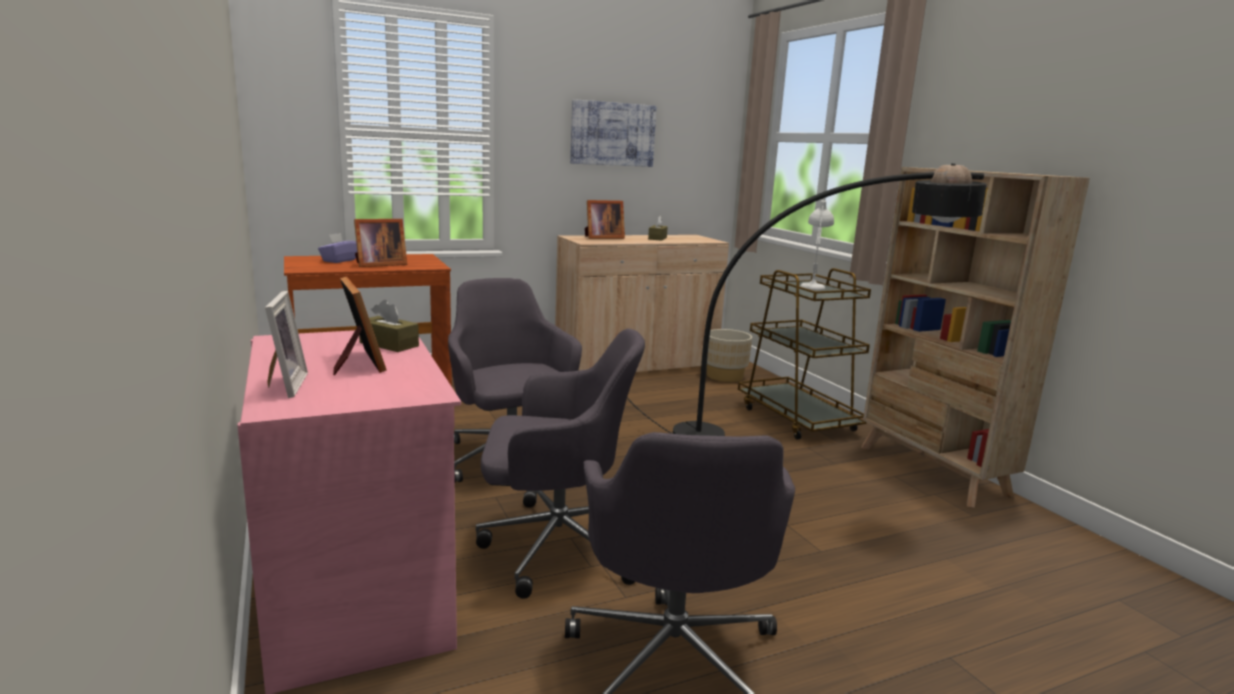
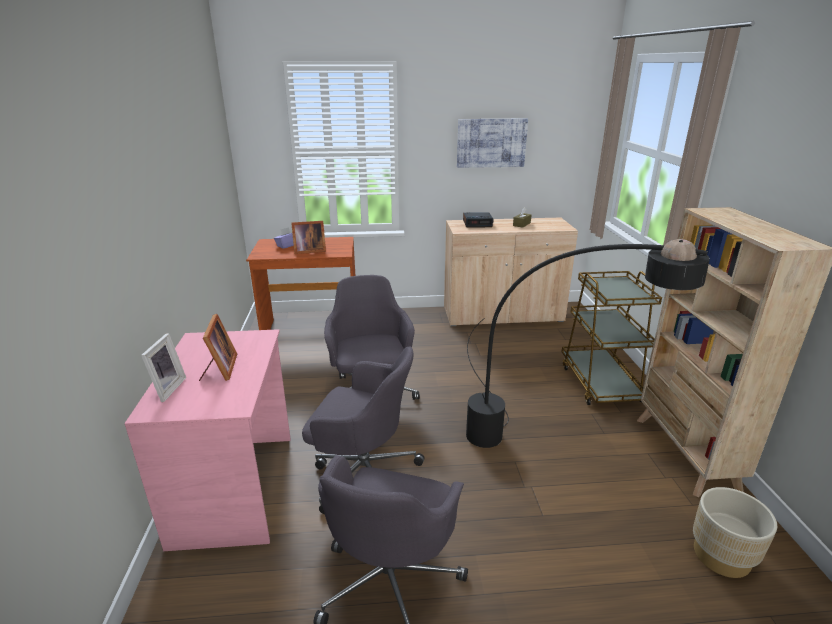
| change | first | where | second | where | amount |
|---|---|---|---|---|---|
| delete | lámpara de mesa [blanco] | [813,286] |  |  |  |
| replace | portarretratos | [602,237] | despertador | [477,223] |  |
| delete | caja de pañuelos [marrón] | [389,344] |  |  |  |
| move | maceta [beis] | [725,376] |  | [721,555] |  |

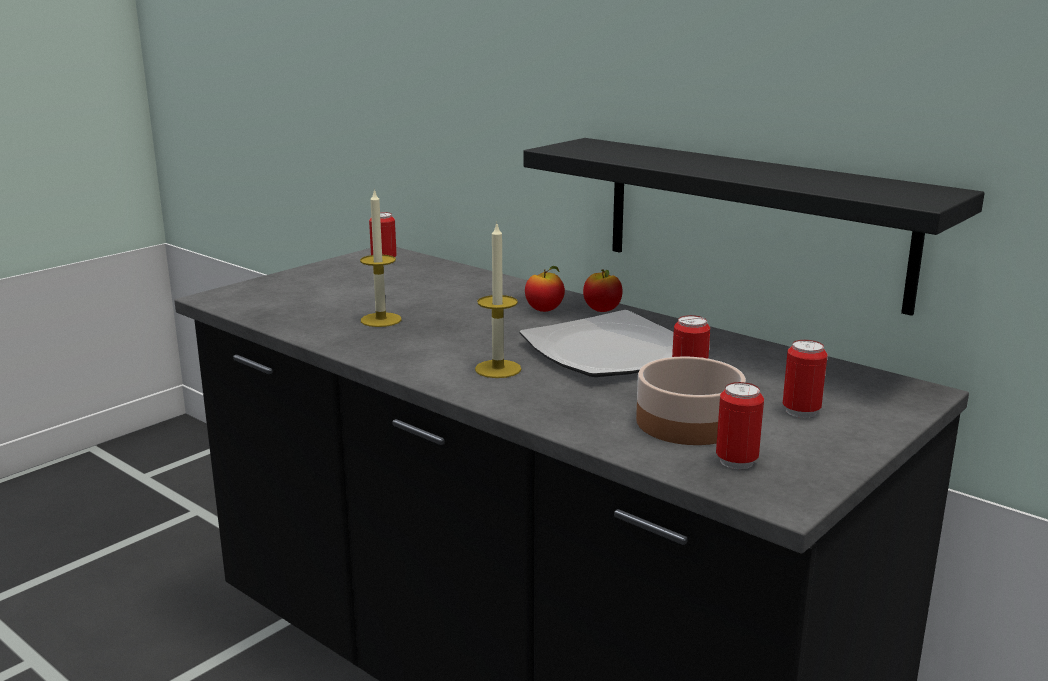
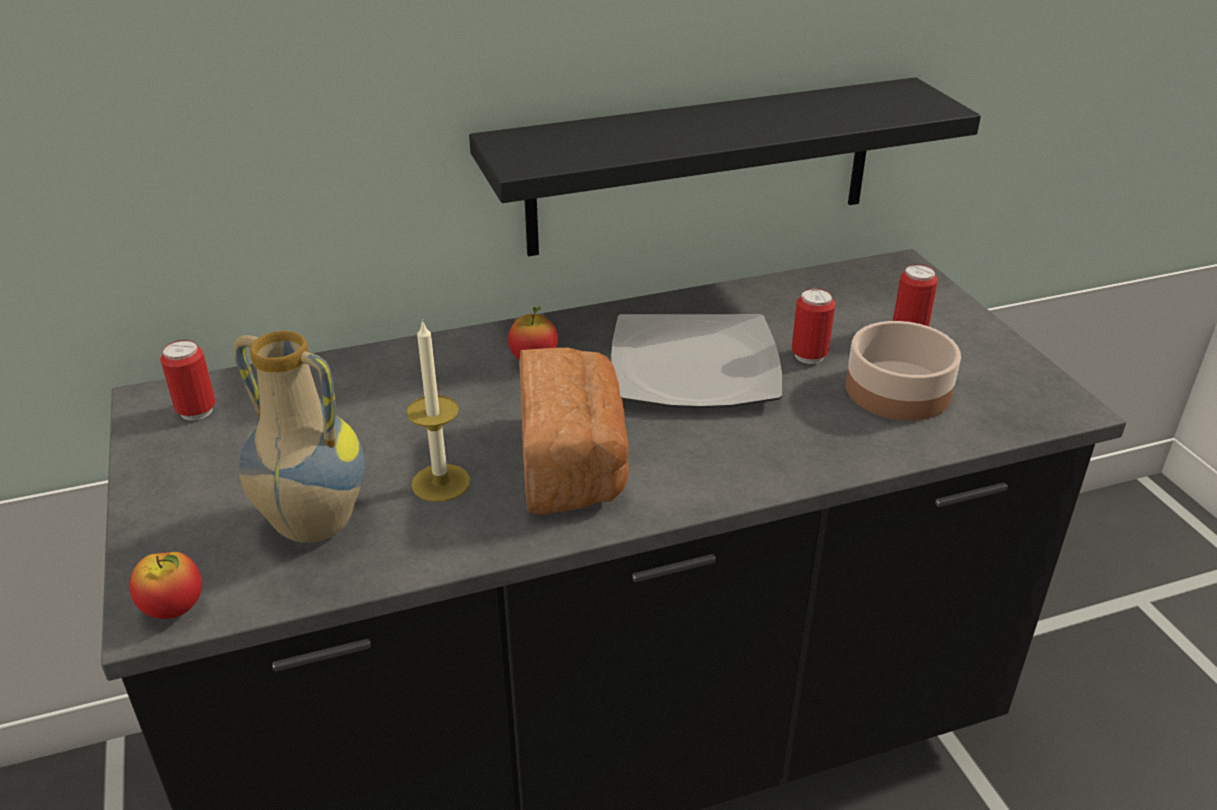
| change | first | where | second | where | amount |
|---|---|---|---|---|---|
| delete | vela | [498,369] |  |  |  |
| move | manzana | [602,311] |  | [174,609] |  |
| delete | lata | [736,461] |  |  |  |
| insert |  |  | florero | [312,526] |  |
| insert |  |  | pan | [573,462] |  |

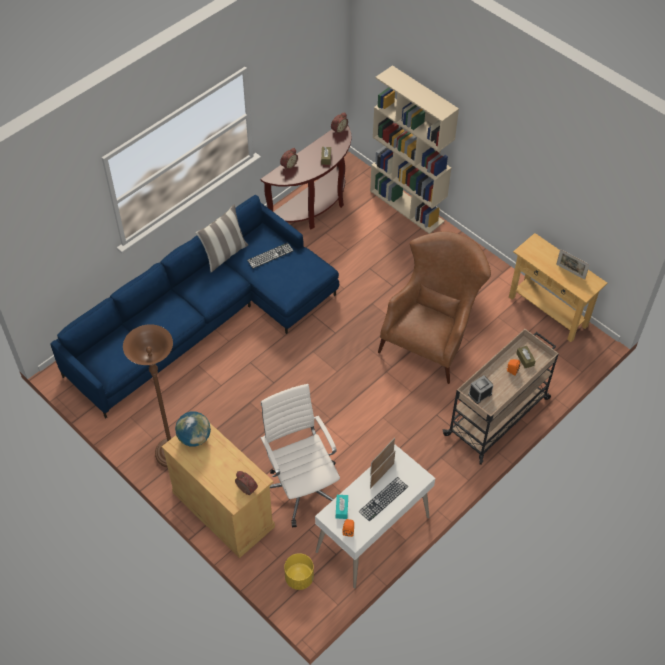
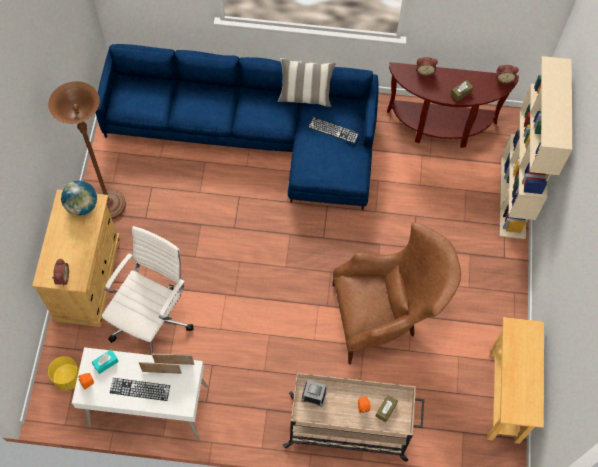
| change | first | where | second | where | amount |
|---|---|---|---|---|---|
| delete | portarretratos | [570,272] |  |  |  |

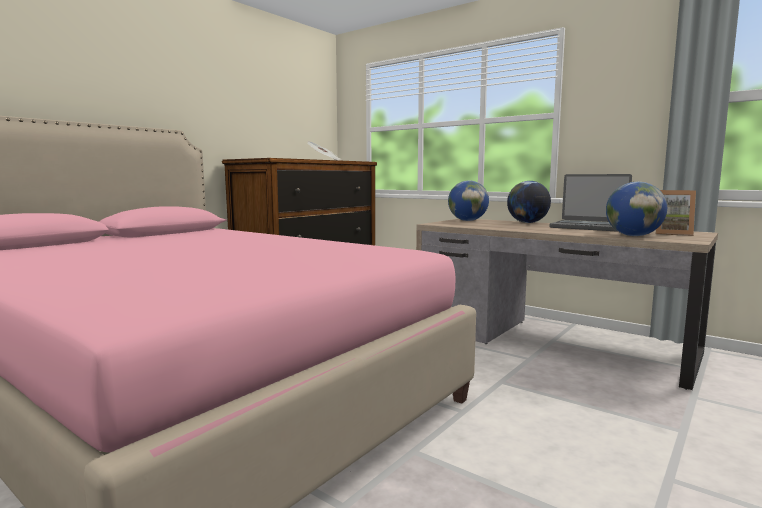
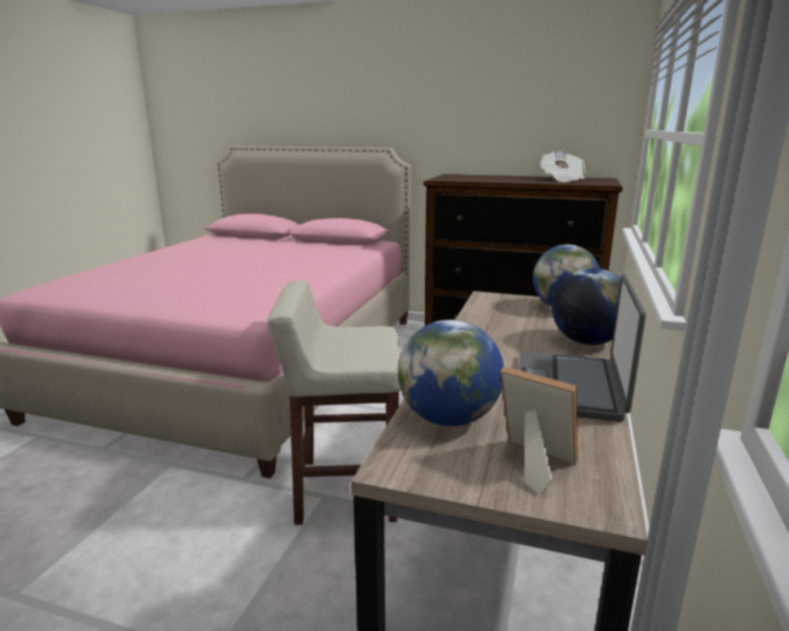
| change | first | where | second | where | amount |
|---|---|---|---|---|---|
| rotate | portarretratos | [672,233] |  | [532,464] | 120 degrees clockwise |
| insert |  |  | taburete [beis] | [345,489] |  |

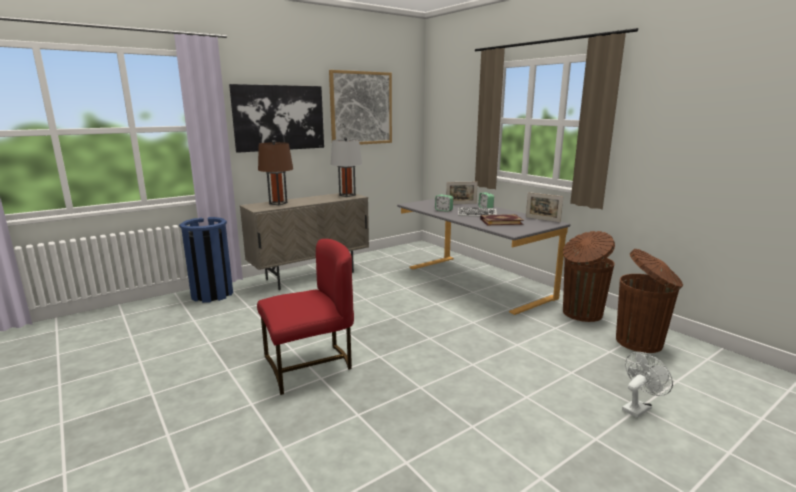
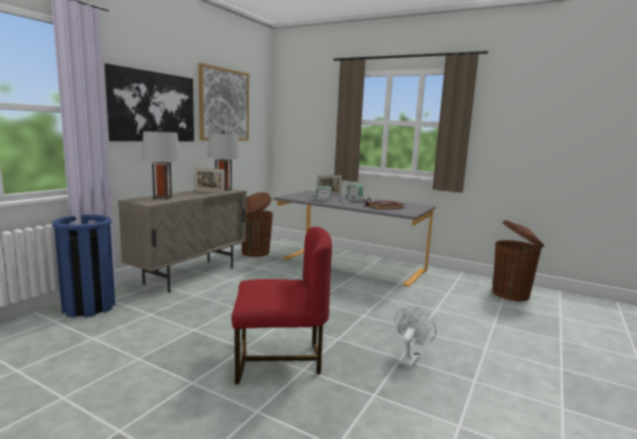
| change | first | where | second | where | amount |
|---|---|---|---|---|---|
| recolor | lámpara de mesa [marrón] | [278,203] | lámpara de mesa [gris] | [162,197] |  |
| move | portarretratos | [542,219] |  | [209,192] |  |
| move | papelera [marrón] | [581,313] |  | [254,253] |  |
| rotate | silla [rojo] | [309,365] |  | [279,360] | 45 degrees clockwise |
| move | ventilador [blanco] | [638,407] |  | [409,358] |  |

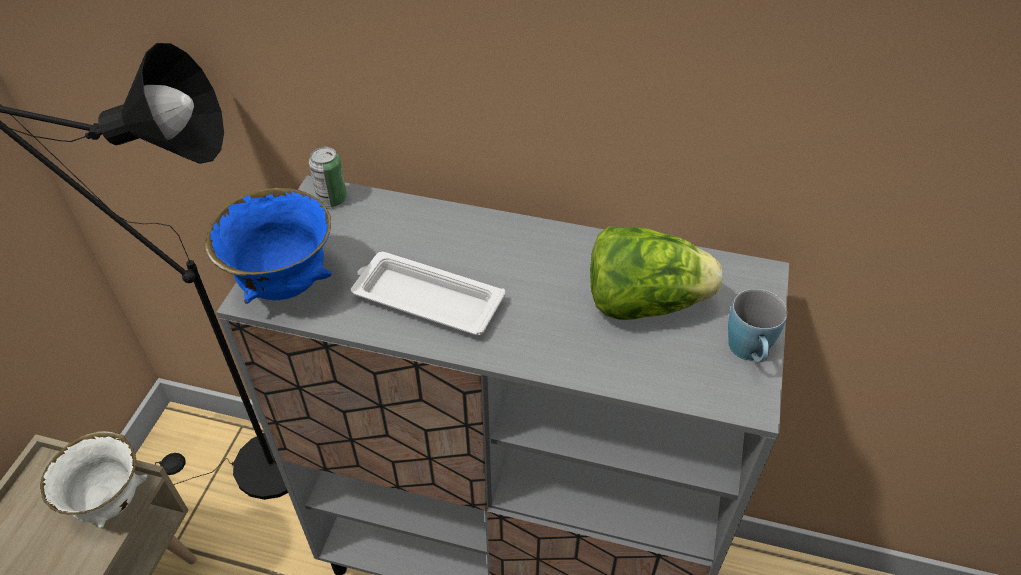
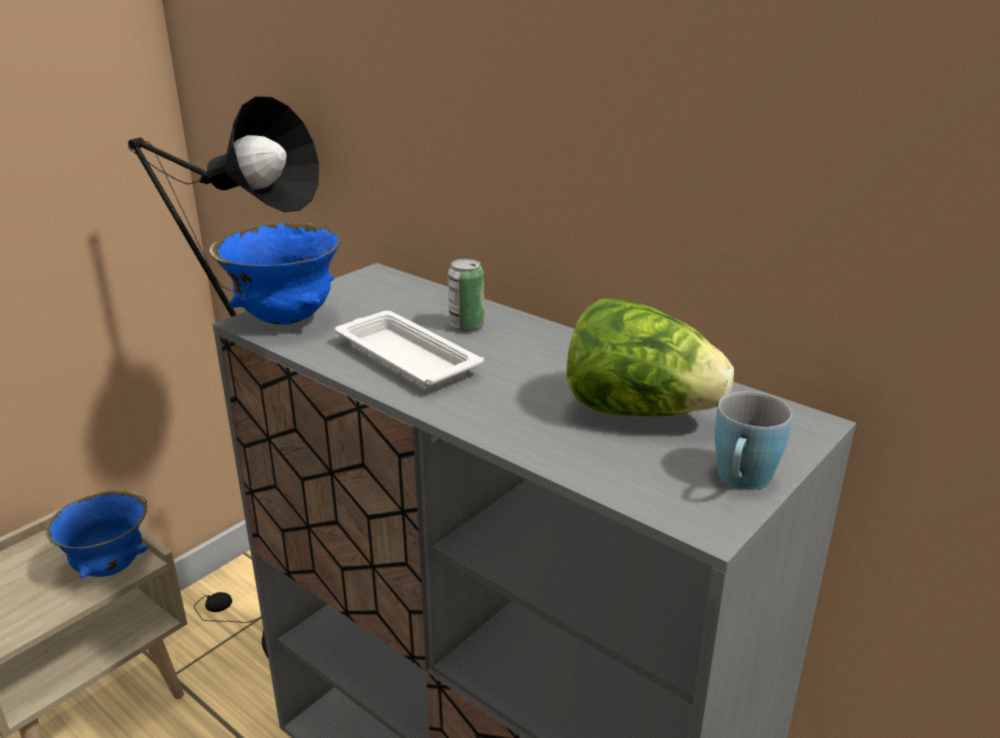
| change | first | where | second | where | amount |
|---|---|---|---|---|---|
| move | lata | [332,199] |  | [466,326] |  |
| recolor | cuenco [blanco] | [111,502] | cuenco [azul] | [111,568] |  |

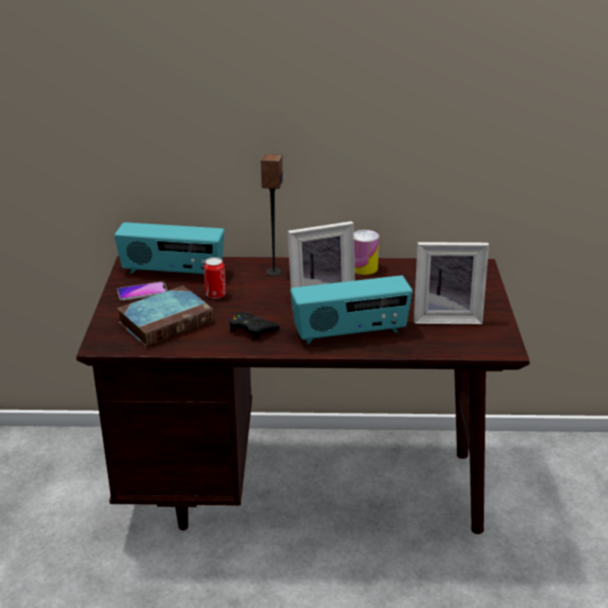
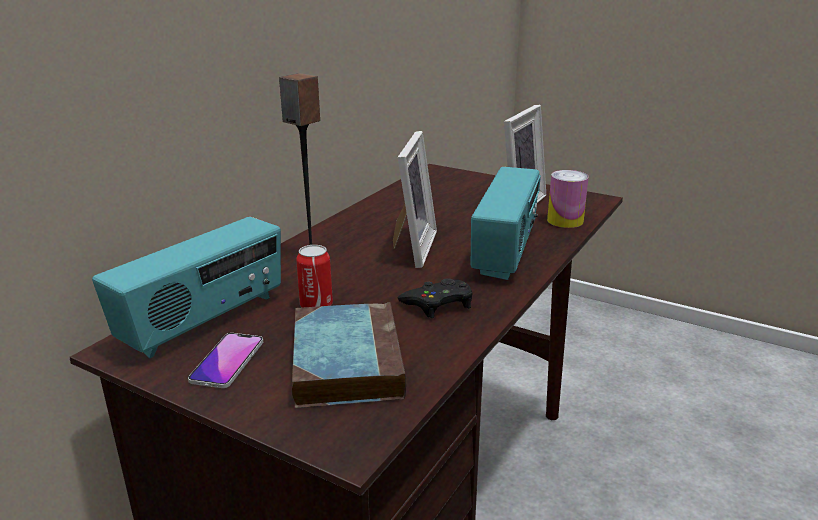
| change | first | where | second | where | amount |
|---|---|---|---|---|---|
| move | lata | [364,268] |  | [565,220] |  |

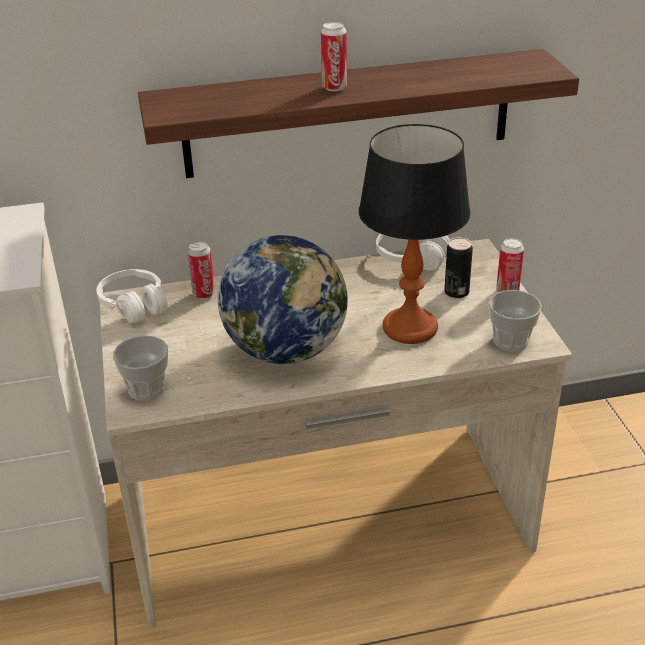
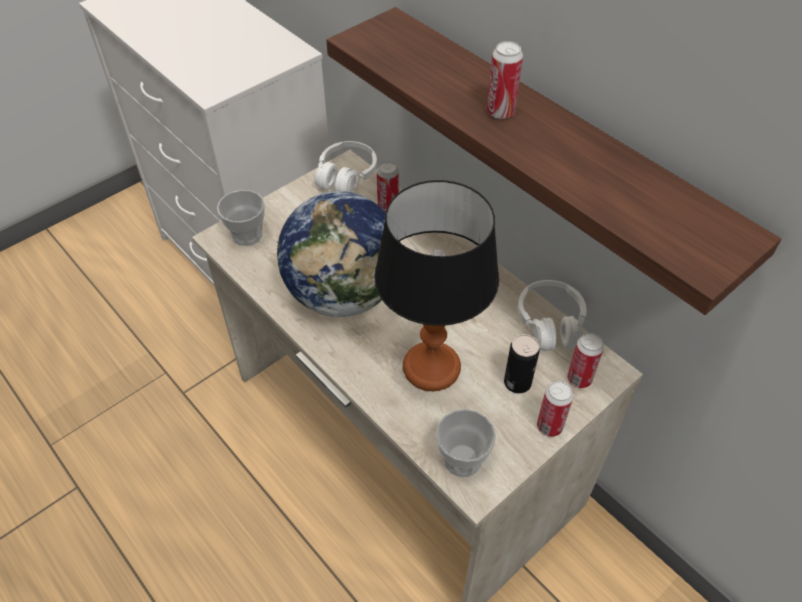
| change | first | where | second | where | amount |
|---|---|---|---|---|---|
| insert |  |  | lata | [579,379] |  |

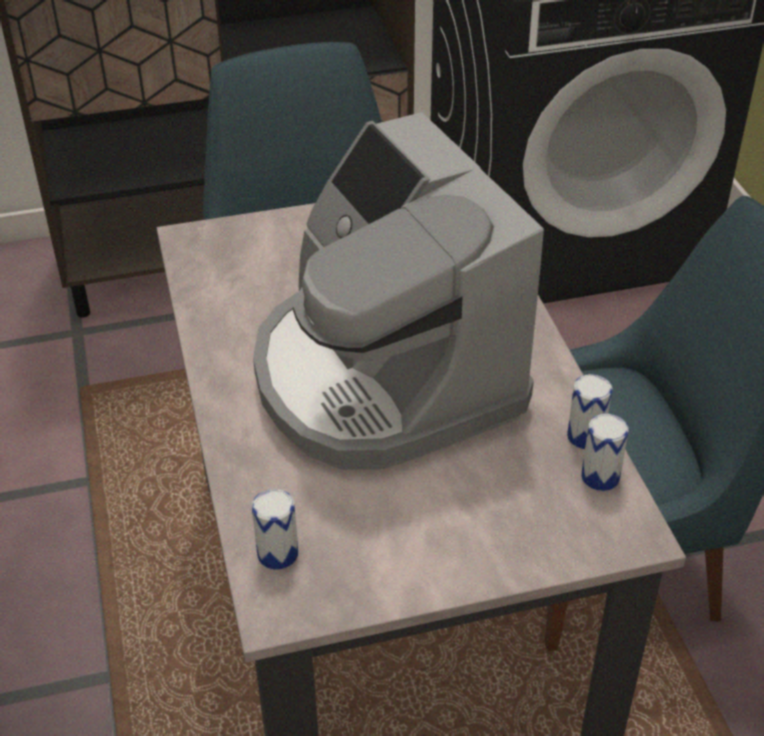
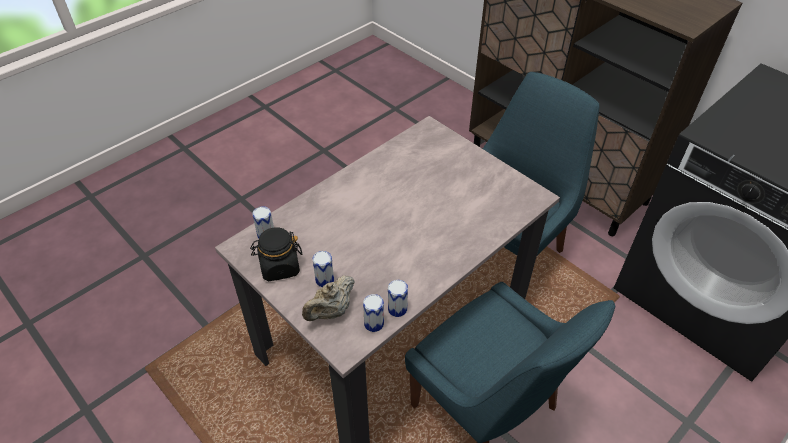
| change | first | where | second | where | amount |
|---|---|---|---|---|---|
| delete | cafetera | [383,378] |  |  |  |
| insert |  |  | tarro [negro] | [279,267] |  |
| insert |  |  | lata | [324,280] |  |
| insert |  |  | tetera [beis] | [331,311] |  |

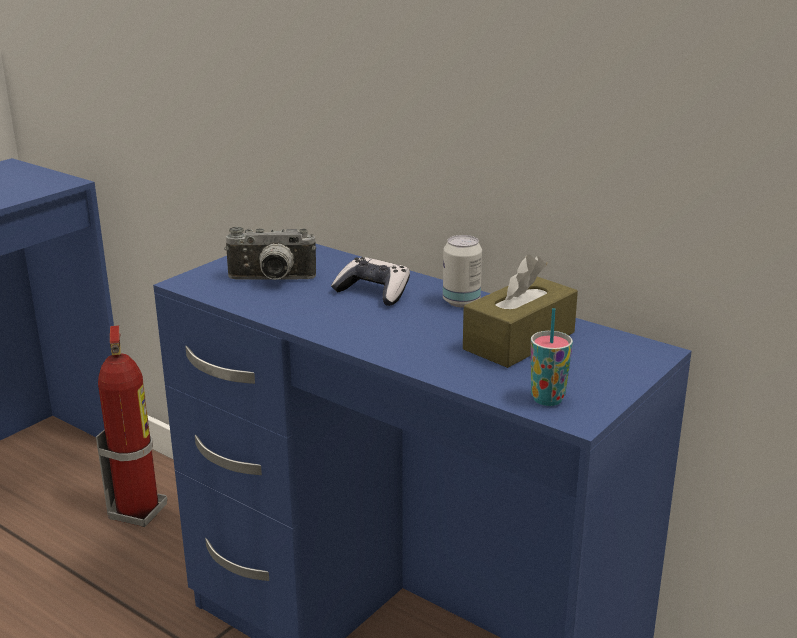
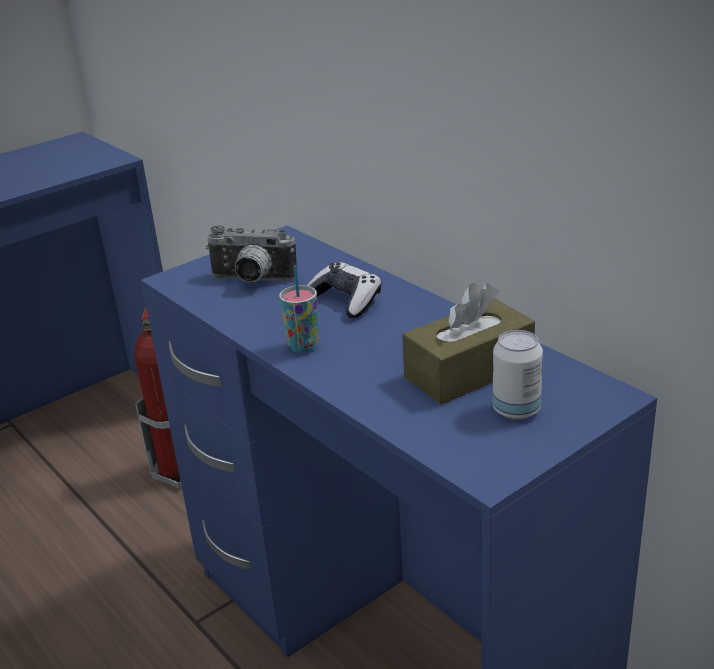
| change | first | where | second | where | amount |
|---|---|---|---|---|---|
| move | lata | [461,302] |  | [516,410] |  |
| move | taza | [547,399] |  | [303,347] |  |

